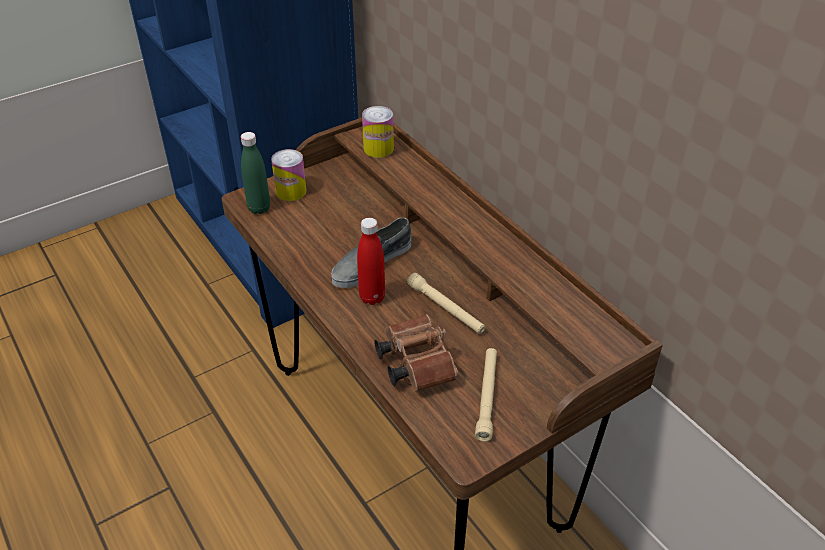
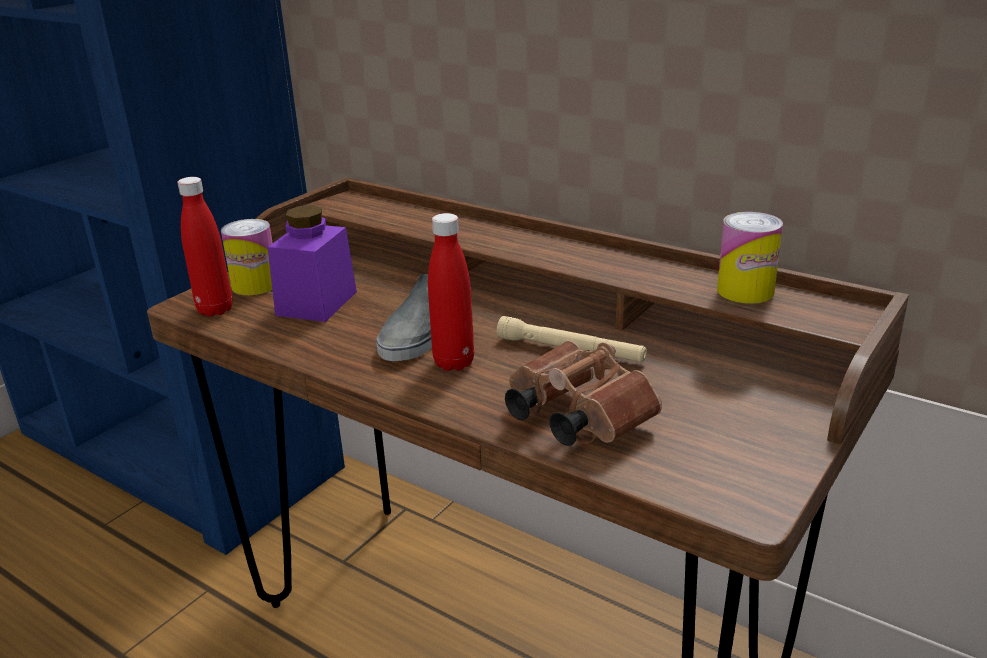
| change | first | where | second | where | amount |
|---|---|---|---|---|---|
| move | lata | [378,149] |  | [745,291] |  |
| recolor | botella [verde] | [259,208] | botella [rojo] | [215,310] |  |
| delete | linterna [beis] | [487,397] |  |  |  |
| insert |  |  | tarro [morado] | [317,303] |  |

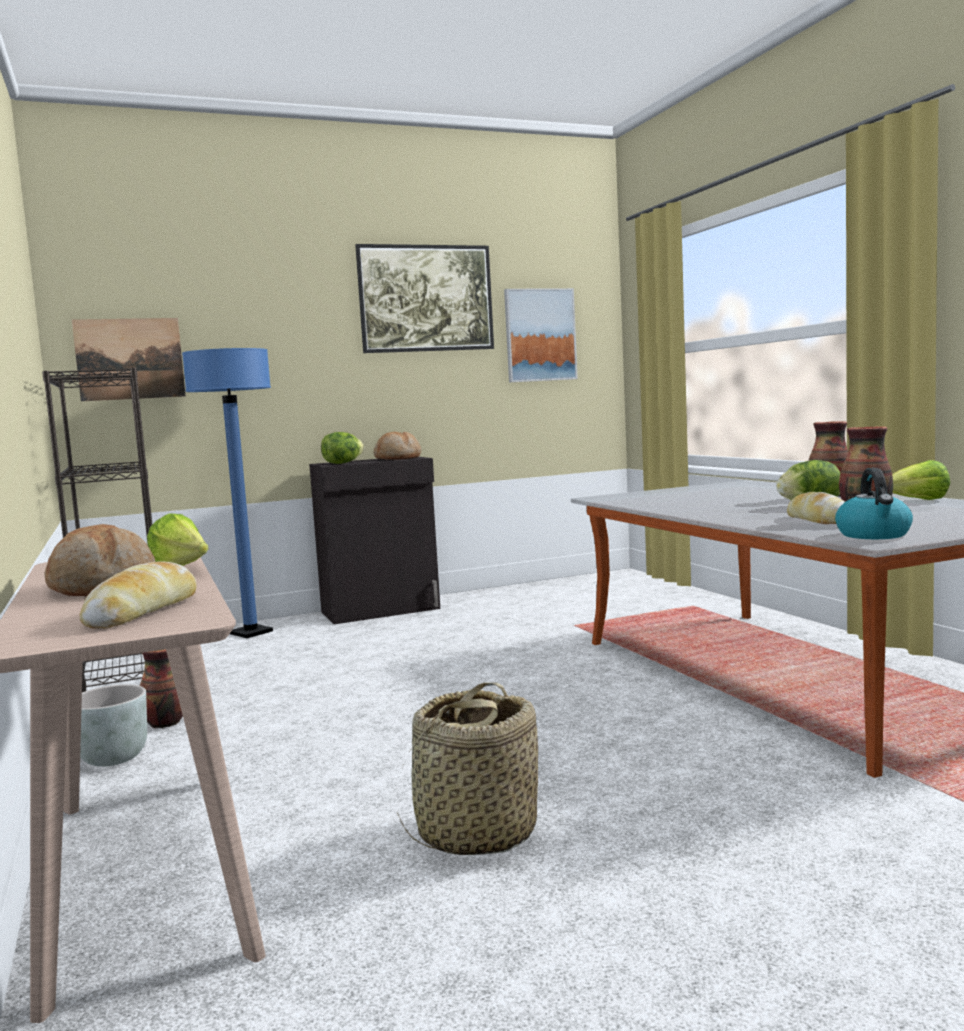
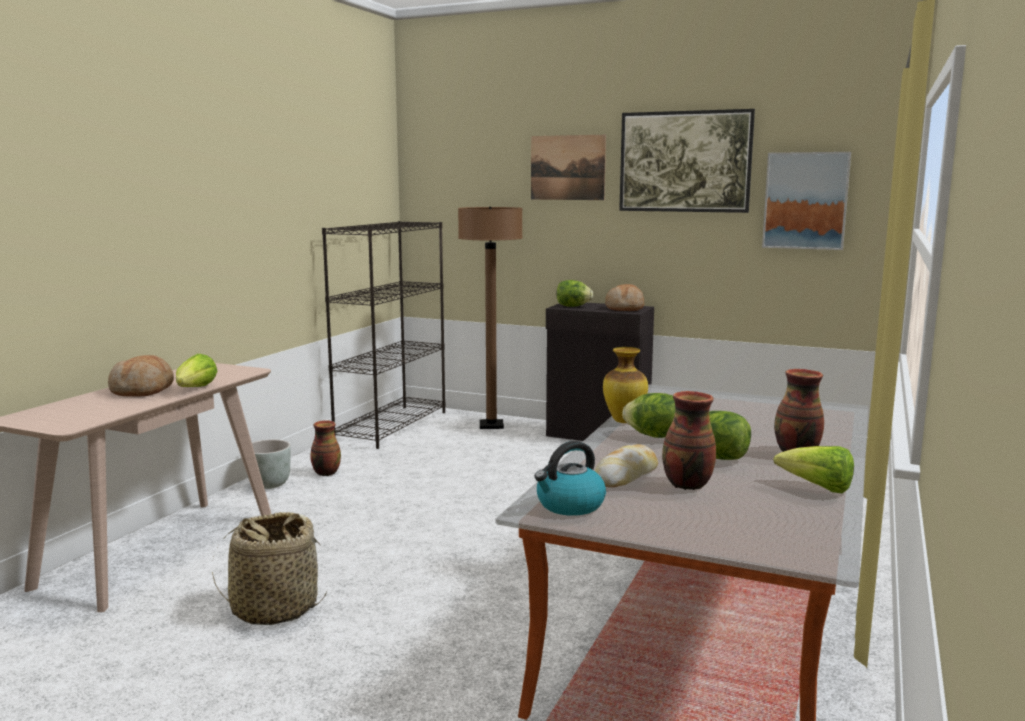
| change | first | where | second | where | amount |
|---|---|---|---|---|---|
| move | cuadro | [130,359] |  | [567,167] |  |
| recolor | lámpara de pie [azul] | [251,633] | lámpara de pie [marrón] | [491,425] |  |
| delete | pan | [143,611] |  |  |  |
| insert |  |  | florero | [625,421] |  |
| insert |  |  | lechuga | [654,436] |  |

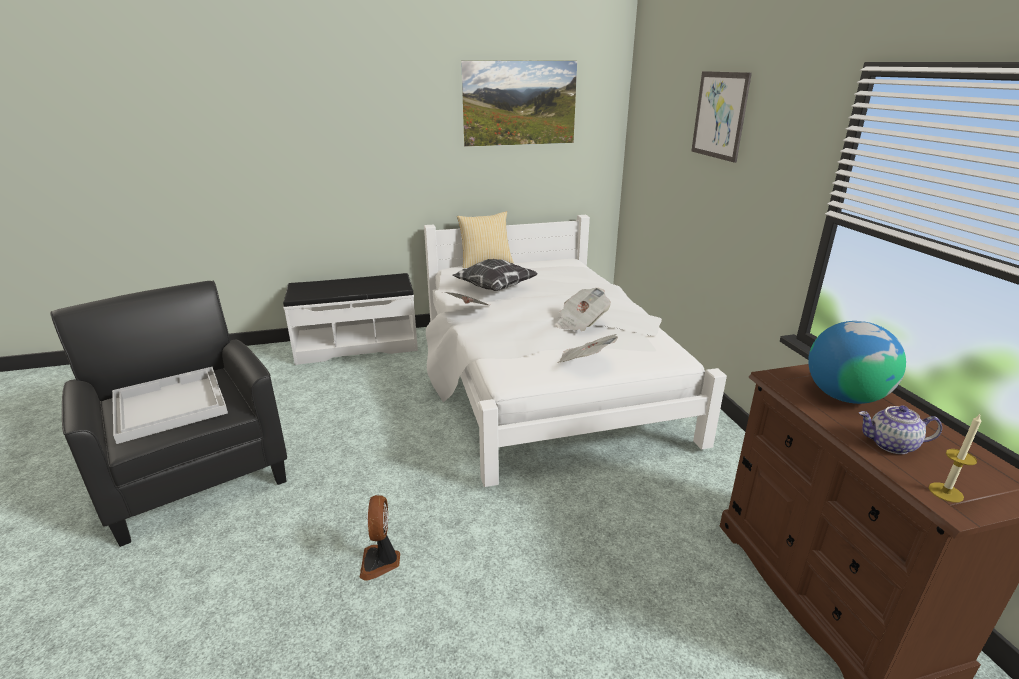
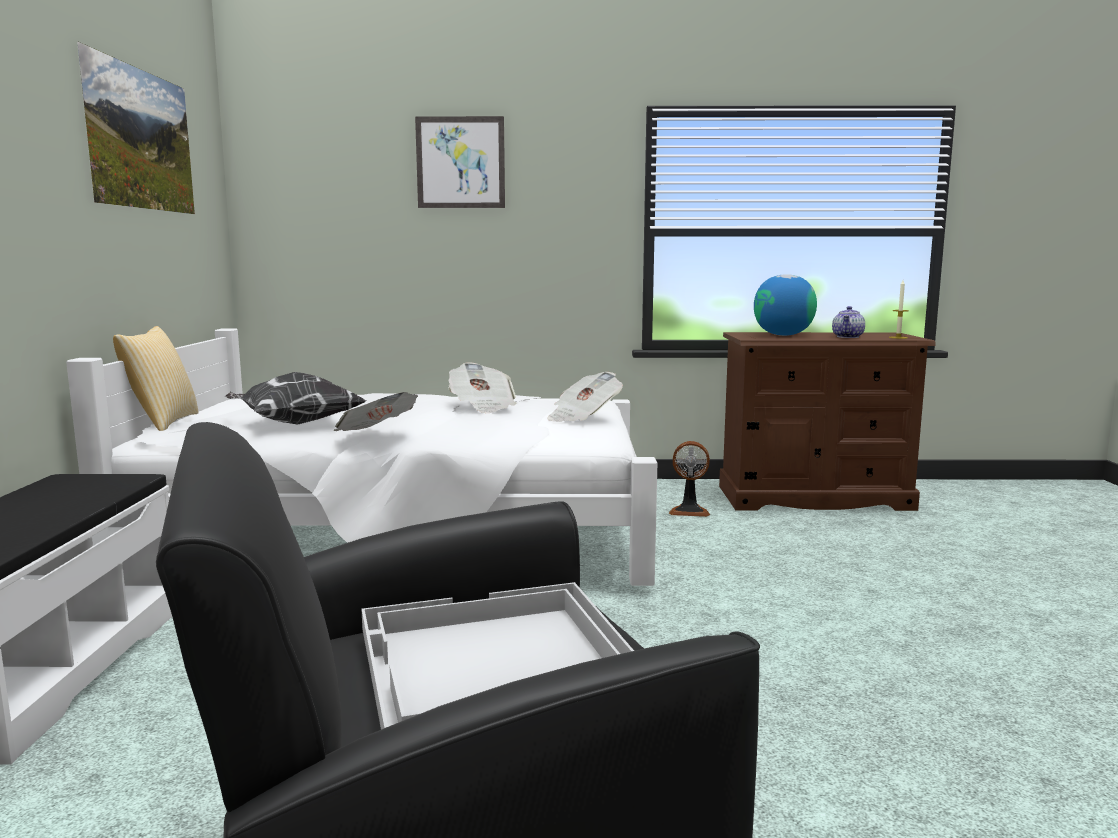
| change | first | where | second | where | amount |
|---|---|---|---|---|---|
| move | ventilador | [381,561] |  | [689,511] |  |

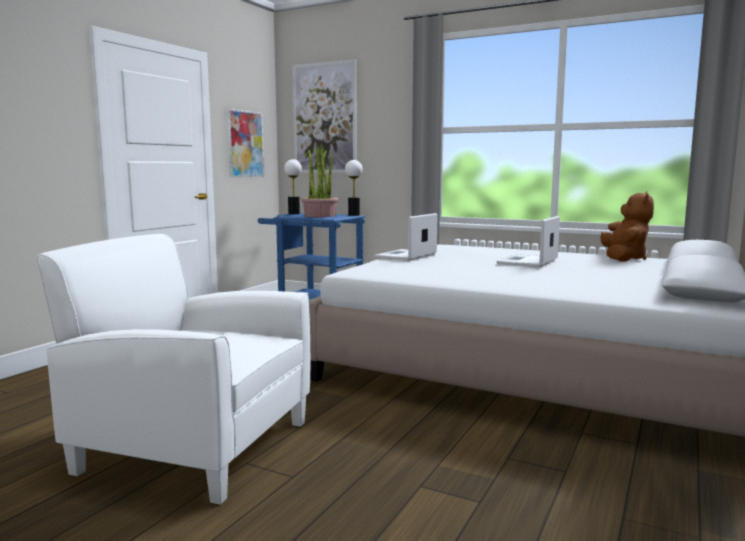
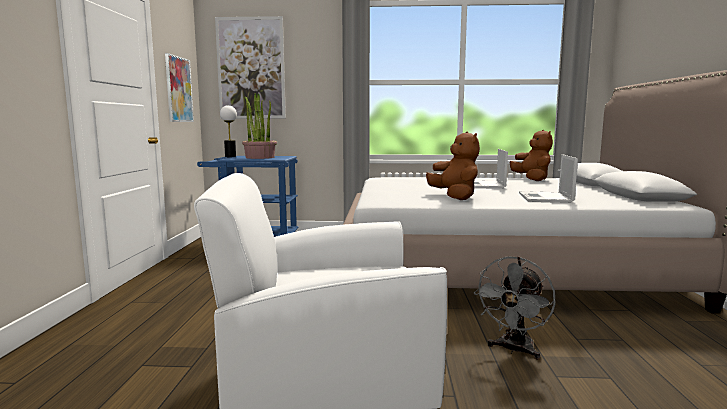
| change | first | where | second | where | amount |
|---|---|---|---|---|---|
| delete | lámpara de mesa | [353,215] |  |  |  |
| move | portátil | [405,256] |  | [545,198] |  |
| insert |  |  | peluche [marrón] | [454,197] |  |
| insert |  |  | ventilador [gris] | [513,350] |  |

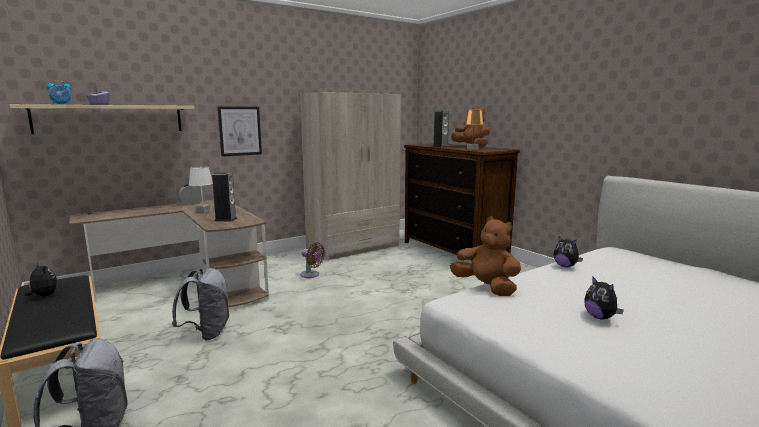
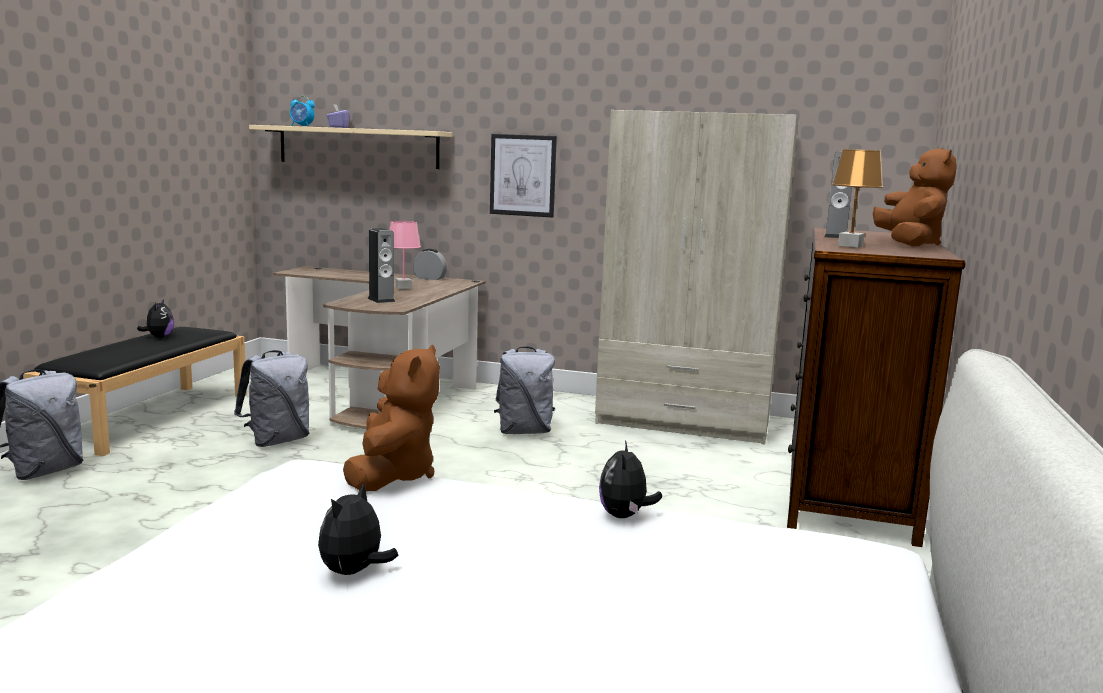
| change | first | where | second | where | amount |
|---|---|---|---|---|---|
| recolor | lámpara de mesa [blanco] | [203,211] | lámpara de mesa [rosa] | [403,287] |  |
| replace | ventilador [marrón] | [311,275] | mochila [gris] | [524,431] |  |

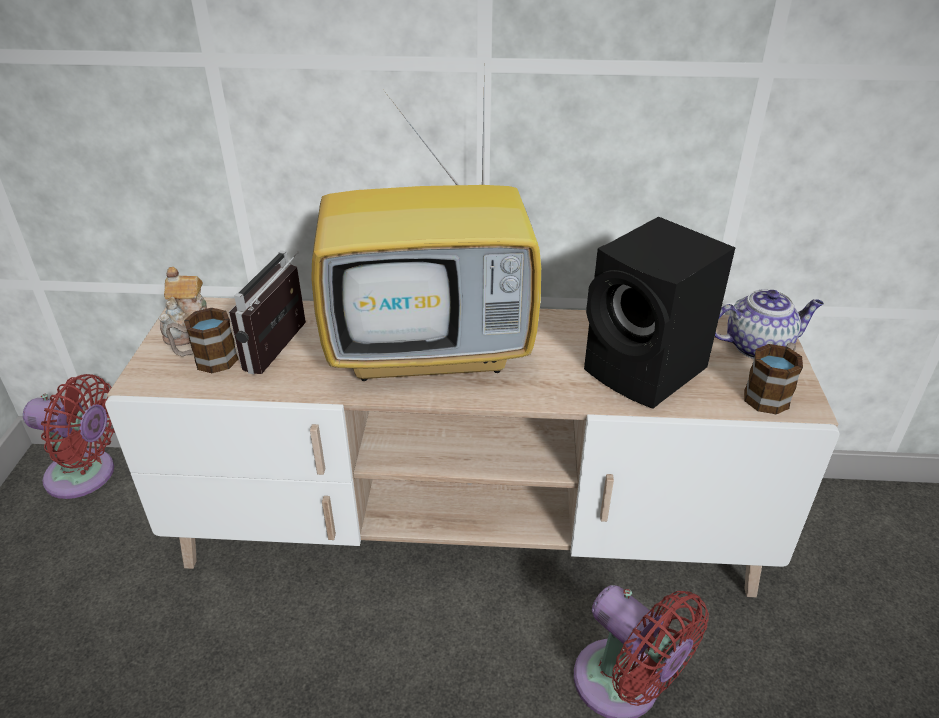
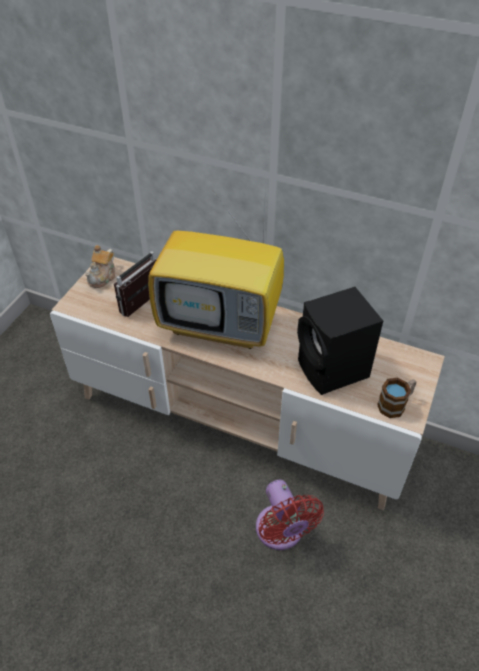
| change | first | where | second | where | amount |
|---|---|---|---|---|---|
| delete | tetera | [758,346] |  |  |  |
| delete | taza grande | [206,360] |  |  |  |
| delete | ventilador [rojo] | [86,476] |  |  |  |

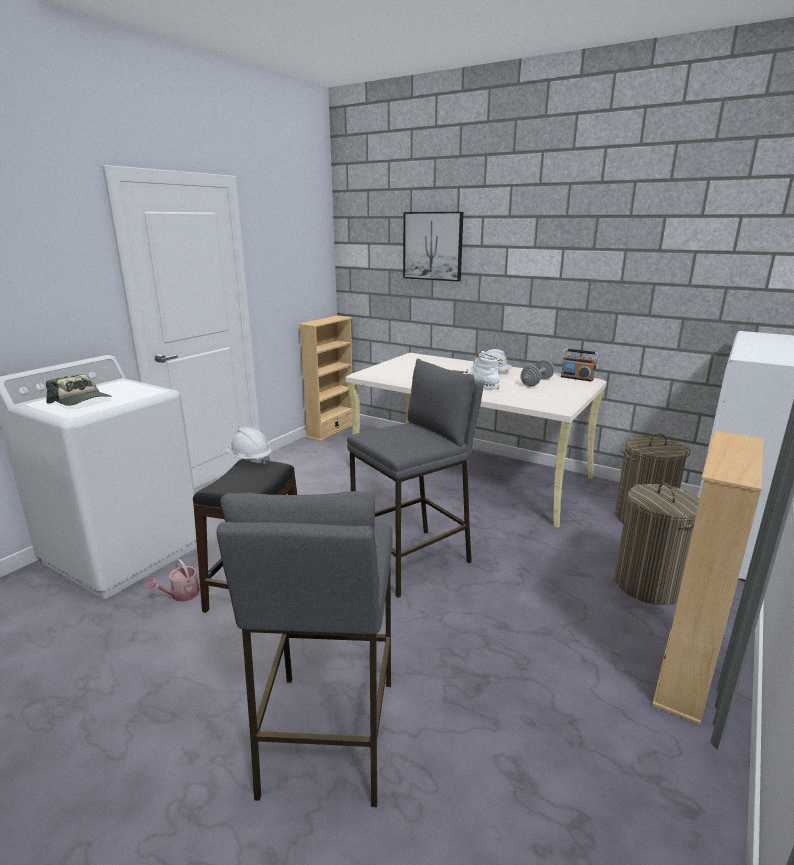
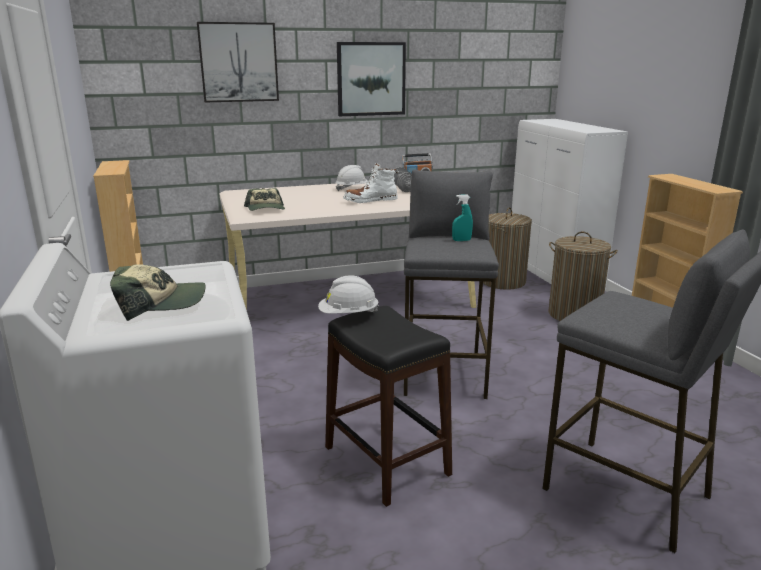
| change | first | where | second | where | amount |
|---|---|---|---|---|---|
| delete | regadera | [181,595] |  |  |  |
| insert |  |  | cuadro | [371,79] |  |
| insert |  |  | gorra | [266,209] |  |
| insert |  |  | pulverizador [turquesa] | [461,240] |  |

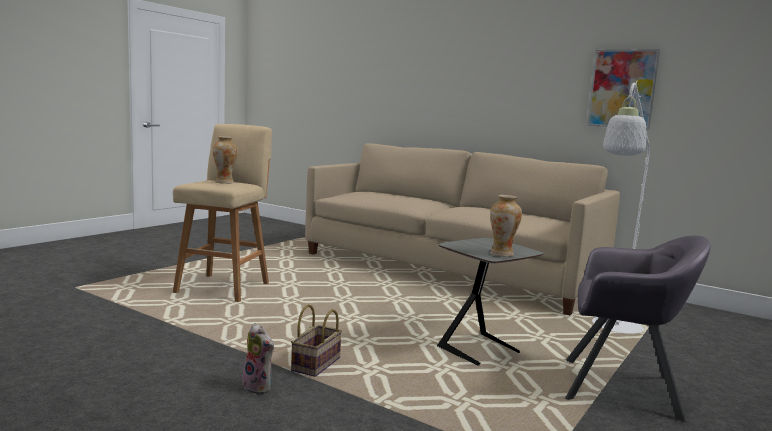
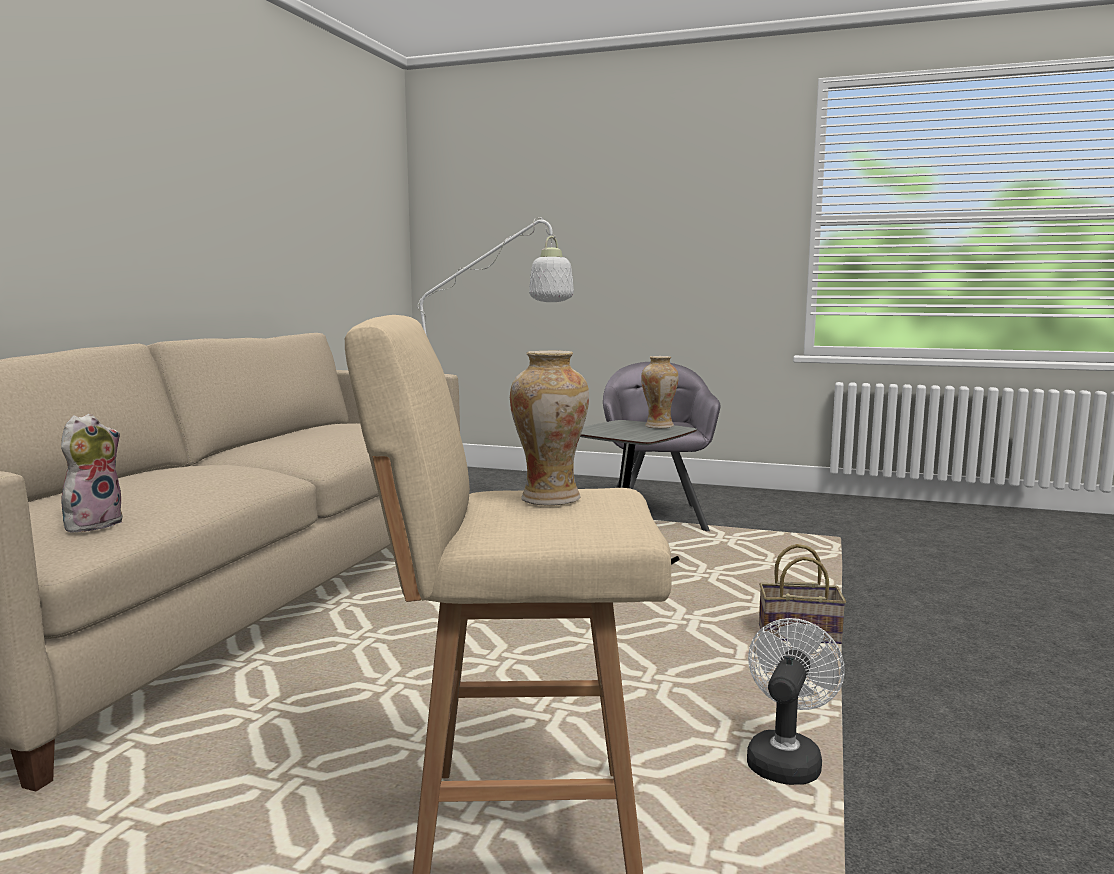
| change | first | where | second | where | amount |
|---|---|---|---|---|---|
| delete | cuadro | [622,89] |  |  |  |
| move | peluche | [259,387] |  | [93,524] |  |
| insert |  |  | ventilador [blanco] | [785,758] |  |

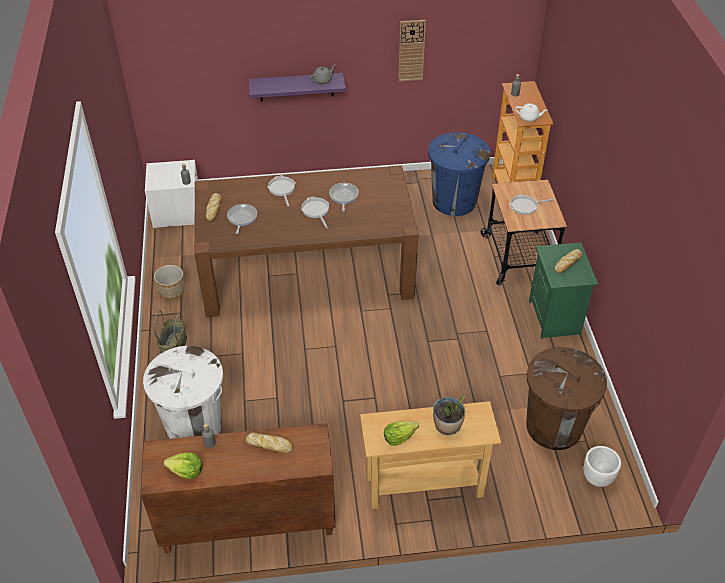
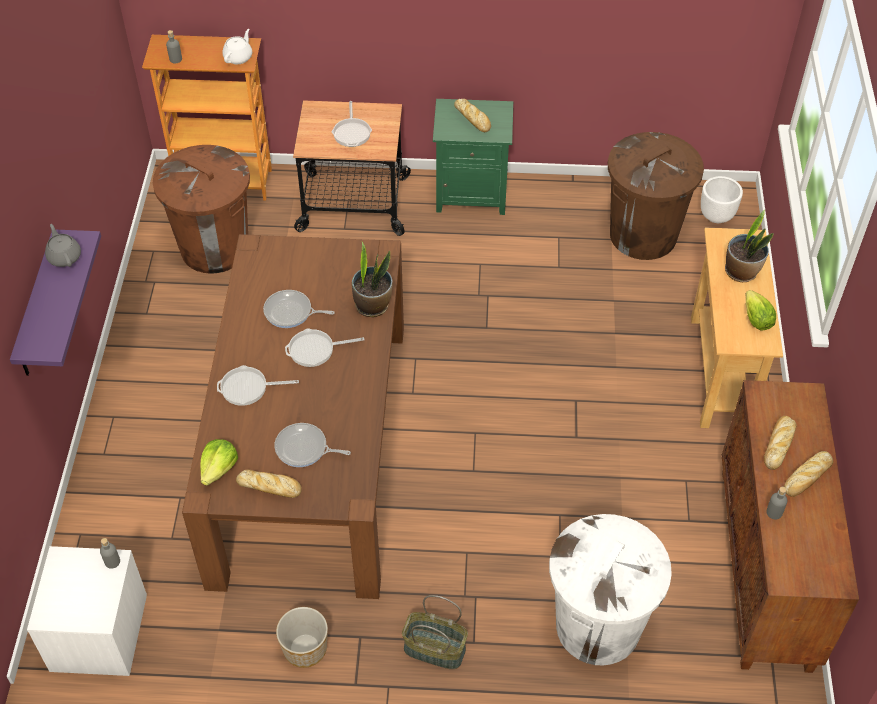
| change | first | where | second | where | amount |
|---|---|---|---|---|---|
| delete | reloj de pared | [411,50] |  |  |  |
| recolor | papelera [azul] | [454,201] | papelera [marrón] | [214,248] |  |
| move | lechuga | [186,472] |  | [219,469] |  |
| insert |  |  | planta en maceta | [372,305] |  |
| insert |  |  | pan | [807,477] |  |

